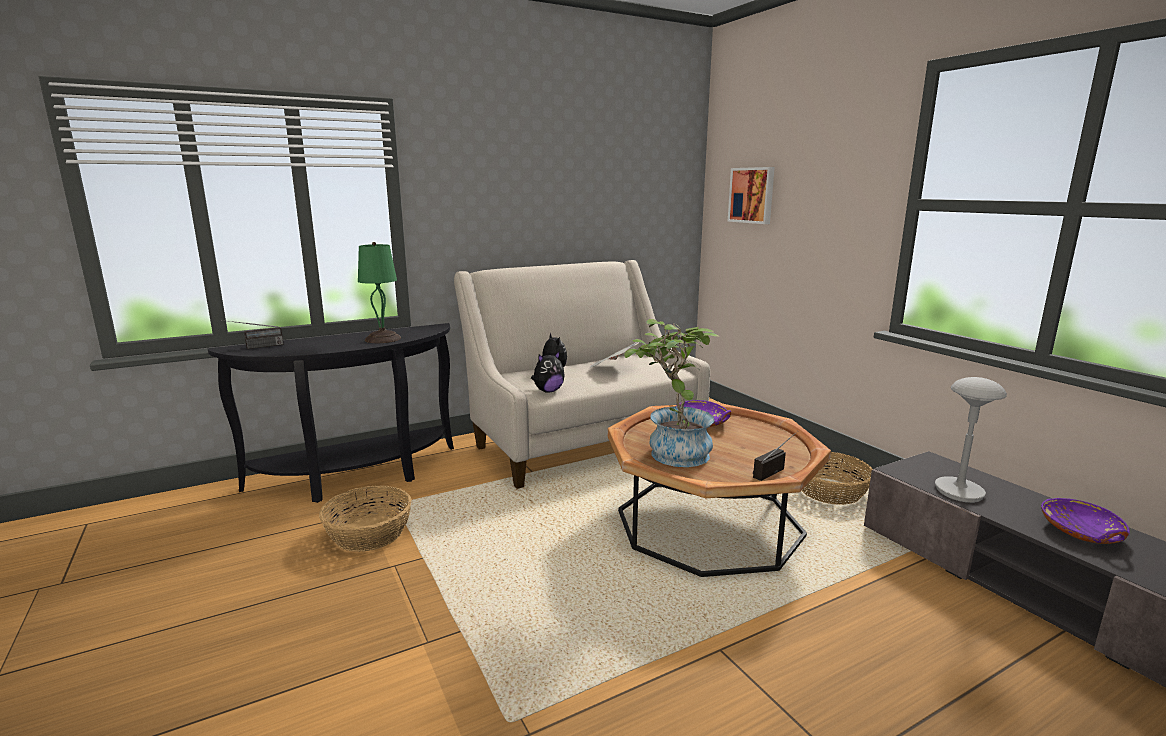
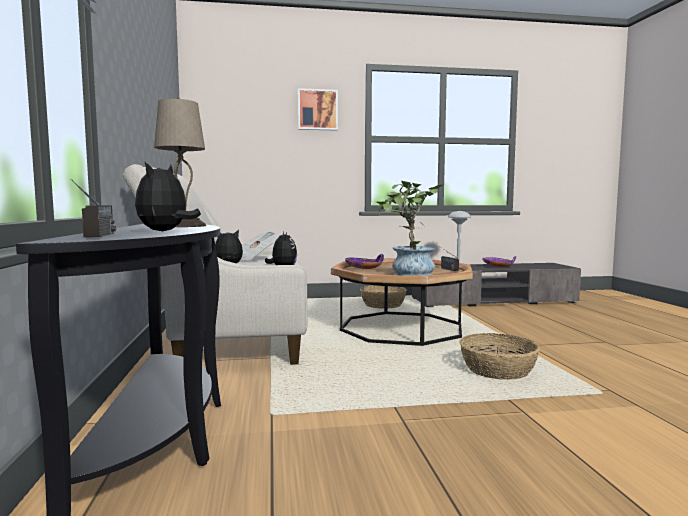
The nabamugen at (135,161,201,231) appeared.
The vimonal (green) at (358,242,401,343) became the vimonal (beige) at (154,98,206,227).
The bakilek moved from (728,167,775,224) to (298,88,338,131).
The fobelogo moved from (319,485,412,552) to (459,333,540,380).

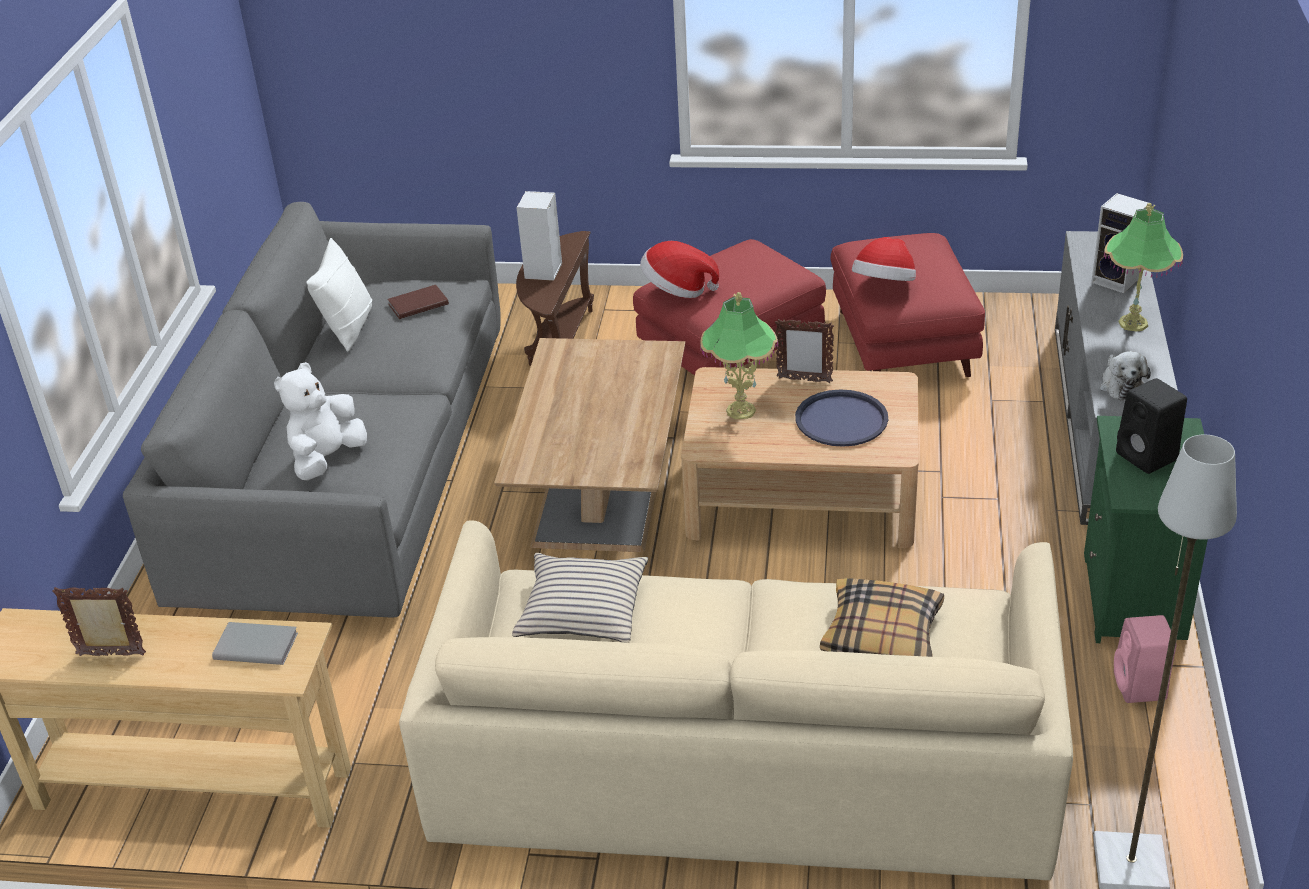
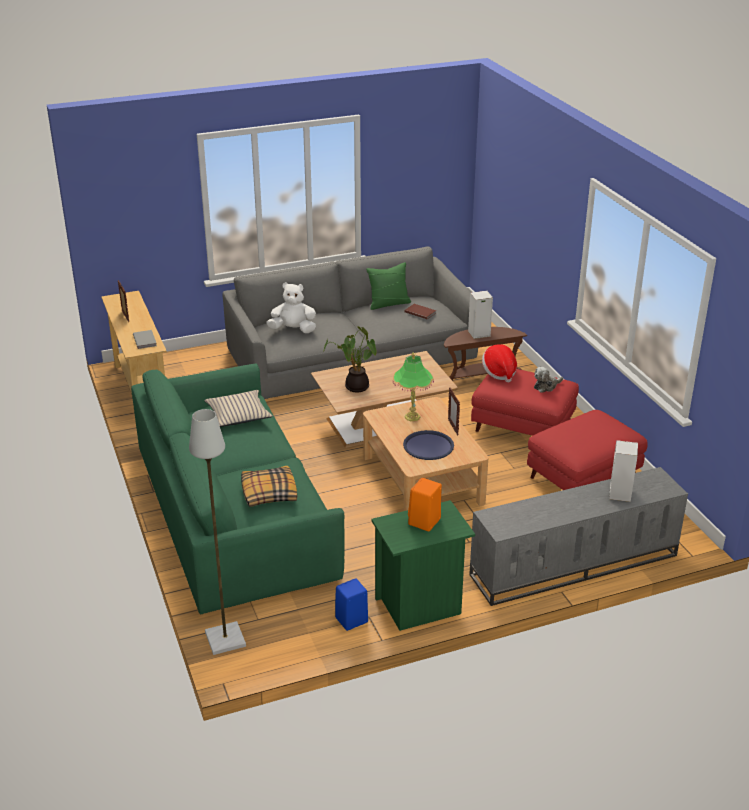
The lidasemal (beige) at (399,520,1073,880) became the lidasemal (green) at (131,364,345,614).
The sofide at (324,326,377,392) appeared.
The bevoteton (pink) at (1114,615,1177,703) became the bevoteton (blue) at (335,578,368,631).
The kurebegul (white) at (307,238,372,352) became the kurebegul (green) at (366,262,411,310).
The bevoteton (black) at (1116,378,1187,474) became the bevoteton (orange) at (408,478,442,531).
The nabamugen moved from (1100,351,1151,400) to (534,367,563,393).
The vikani at (852,237,916,281) disappeared.
The vimonal at (1104,203,1183,332) disappeared.

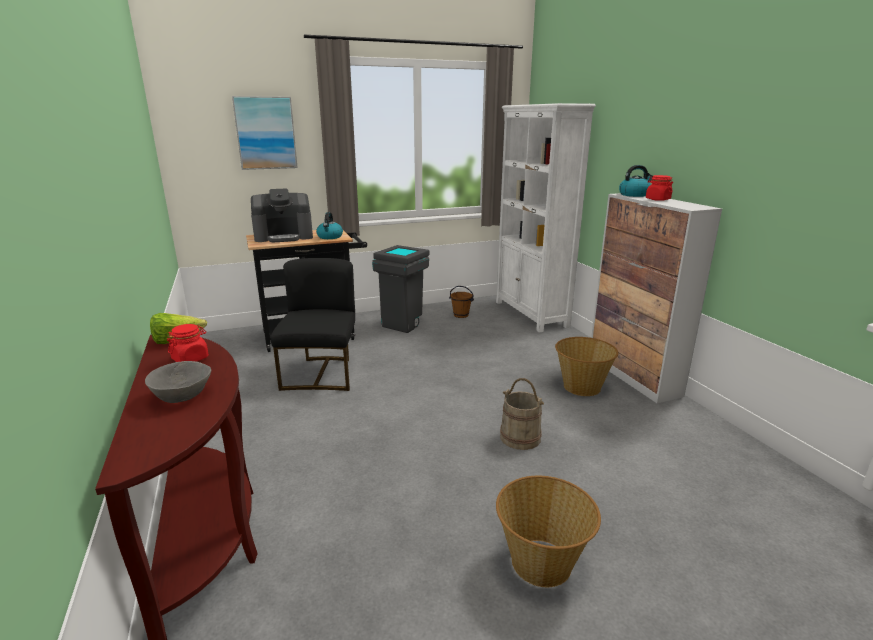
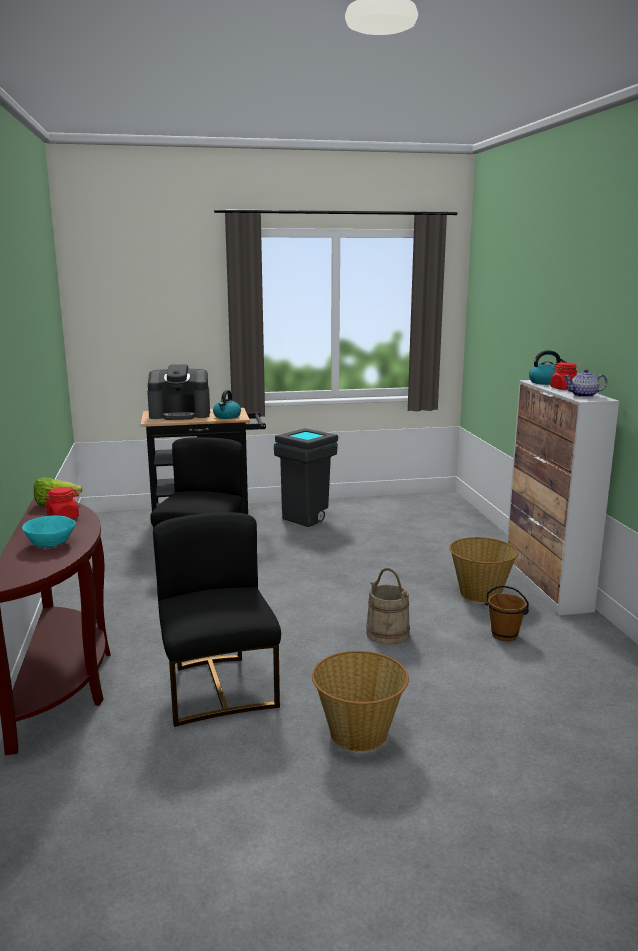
The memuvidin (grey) at (145,361,211,403) became the memuvidin (turquoise) at (22,515,76,548).
The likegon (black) at (153,512,281,727) appeared.
The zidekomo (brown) moved from (449,286,474,318) to (485,585,529,641).
The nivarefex at (564,369,607,397) appeared.
The bakilek at (232,96,298,170) disappeared.
The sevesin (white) at (496,103,596,333) disappeared.

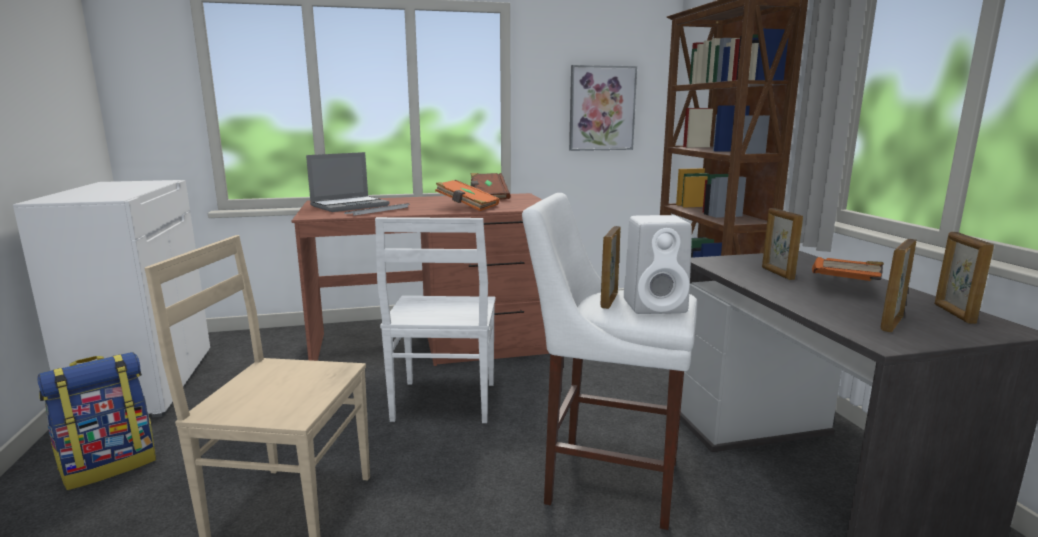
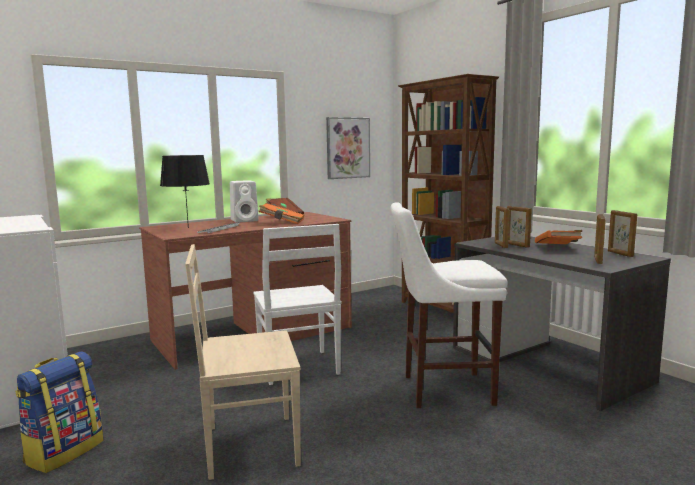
The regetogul at (306,152,390,212) was replaced by the vimonal (black) at (160,155,210,228).
The bevoteton (white) moved from (624,215,692,314) to (230,180,259,223).
The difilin moved from (601,226,621,309) to (495,206,509,248).

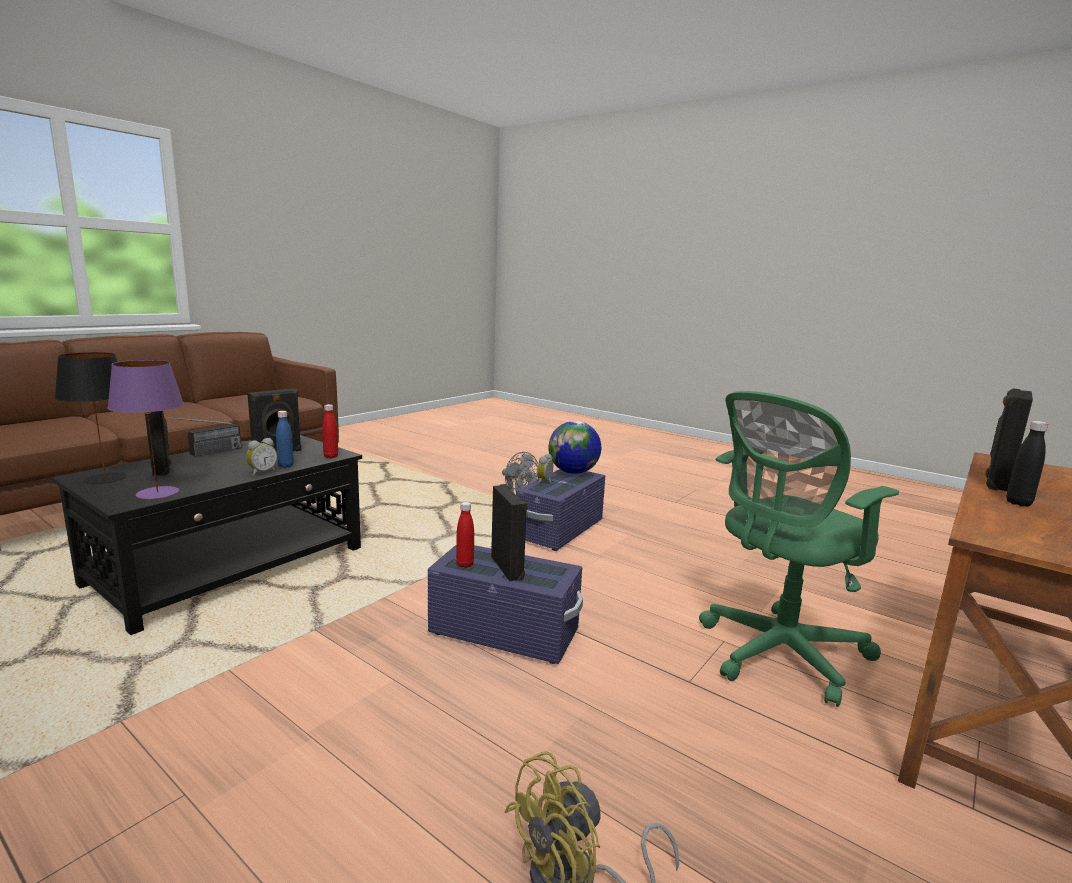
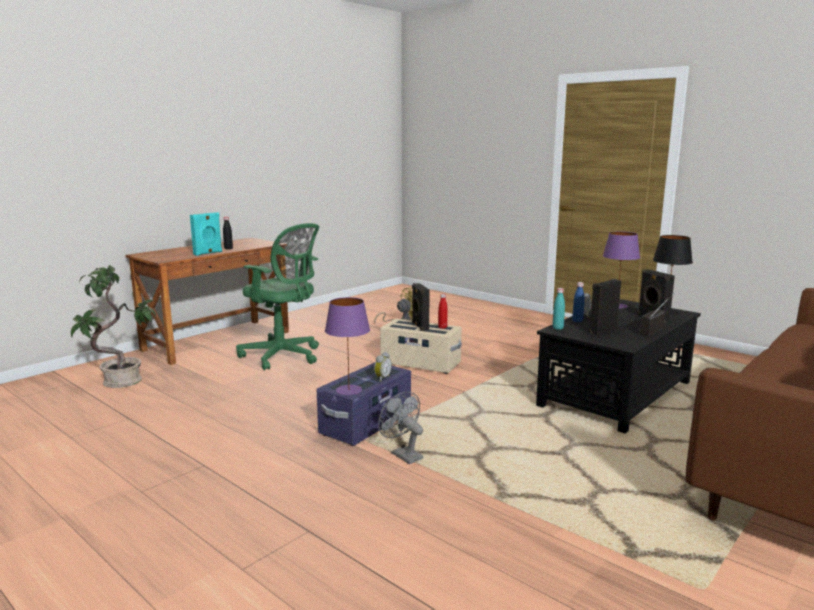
The sofide at (71,265,156,388) appeared.
The bevoteton (black) at (985,388,1033,491) became the bevoteton (turquoise) at (190,212,222,256).
The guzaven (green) at (699,391,899,707) turned 60 degrees clockwise.
The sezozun at (548,421,601,474) was replaced by the vimonal (purple) at (325,297,370,395).
The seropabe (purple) at (428,544,583,664) became the seropabe (beige) at (380,319,462,374).
The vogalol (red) at (322,404,338,458) became the vogalol (turquoise) at (553,288,565,330).

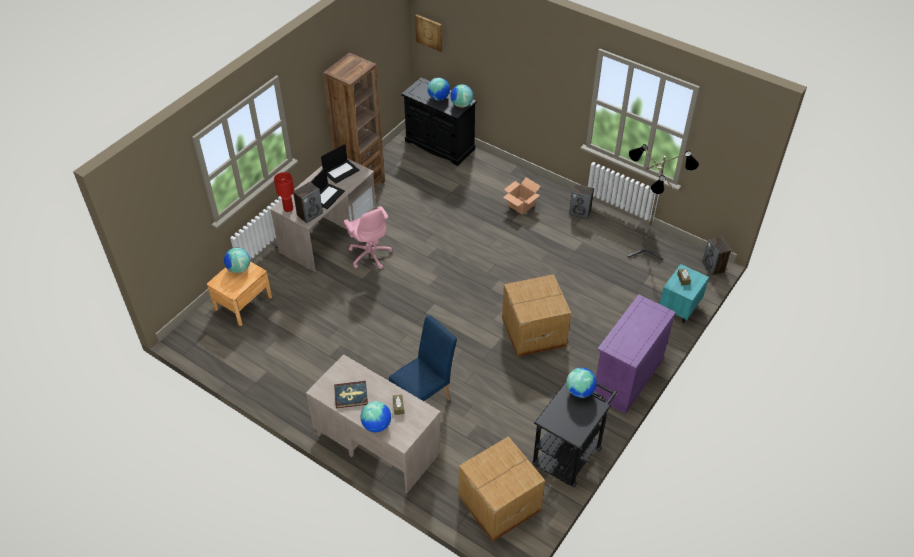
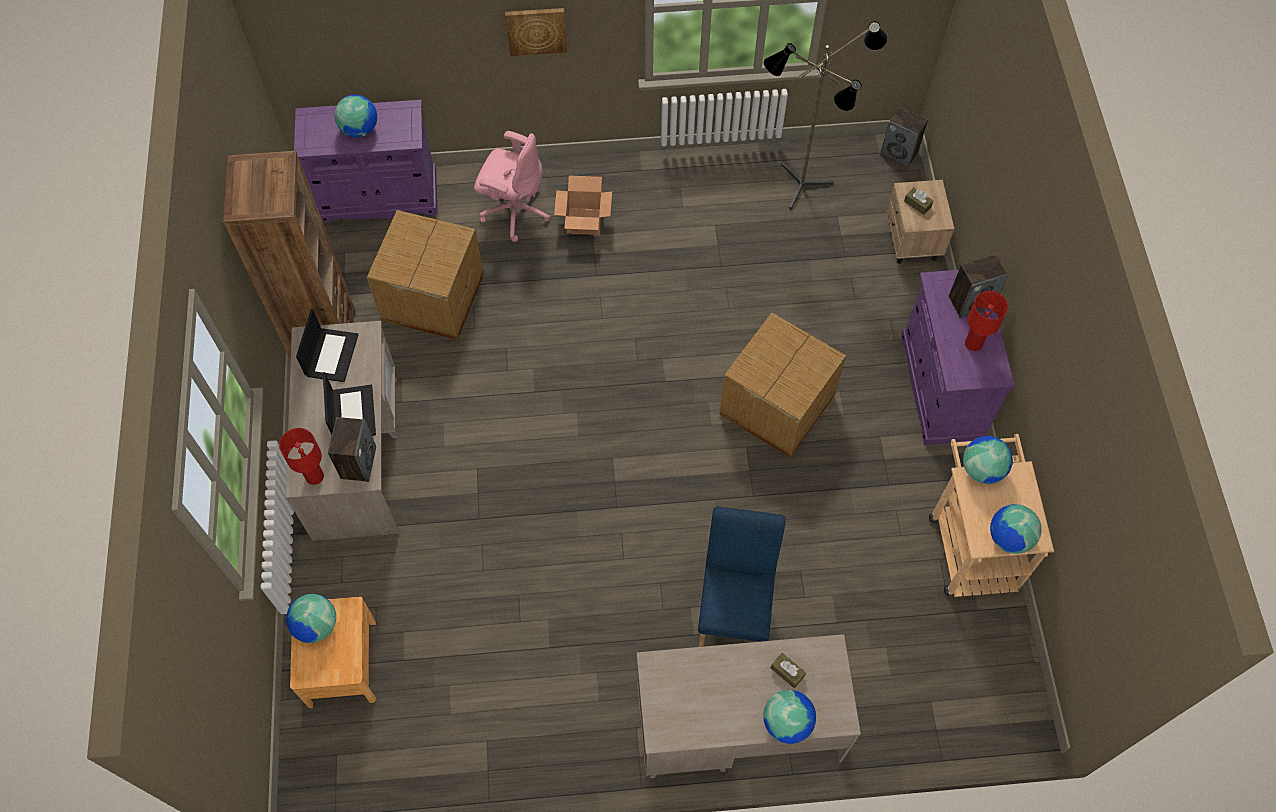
The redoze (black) at (401,77,477,166) became the redoze (purple) at (294,100,437,223).
The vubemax moved from (459,436,545,541) to (367,210,484,340).
The guzaven (pink) moved from (343,206,392,269) to (474,131,550,242).
The bakilek moved from (415,14,442,52) to (505,8,567,56).
The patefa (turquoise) at (660,264,709,323) became the patefa (beige) at (886,180,954,264).
The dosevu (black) at (532,382,617,488) became the dosevu (beige) at (929,434,1054,597).
The bevoteton moved from (569,184,594,219) to (949,254,1008,318).
The vimonal (red) at (965,291,1008,351) appeared.
The sezozun moved from (451,84,473,108) to (990,504,1041,554).
The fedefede at (334,381,368,408) disappeared.

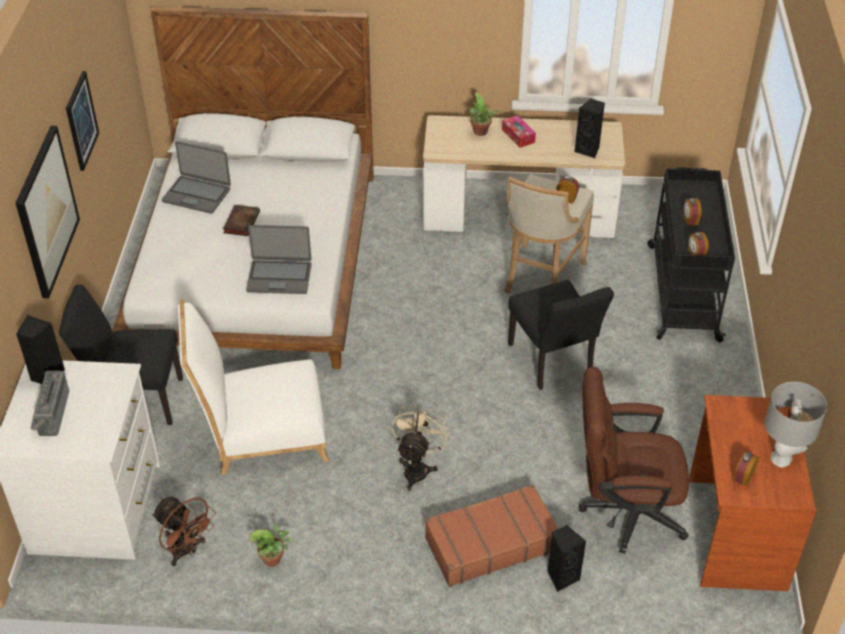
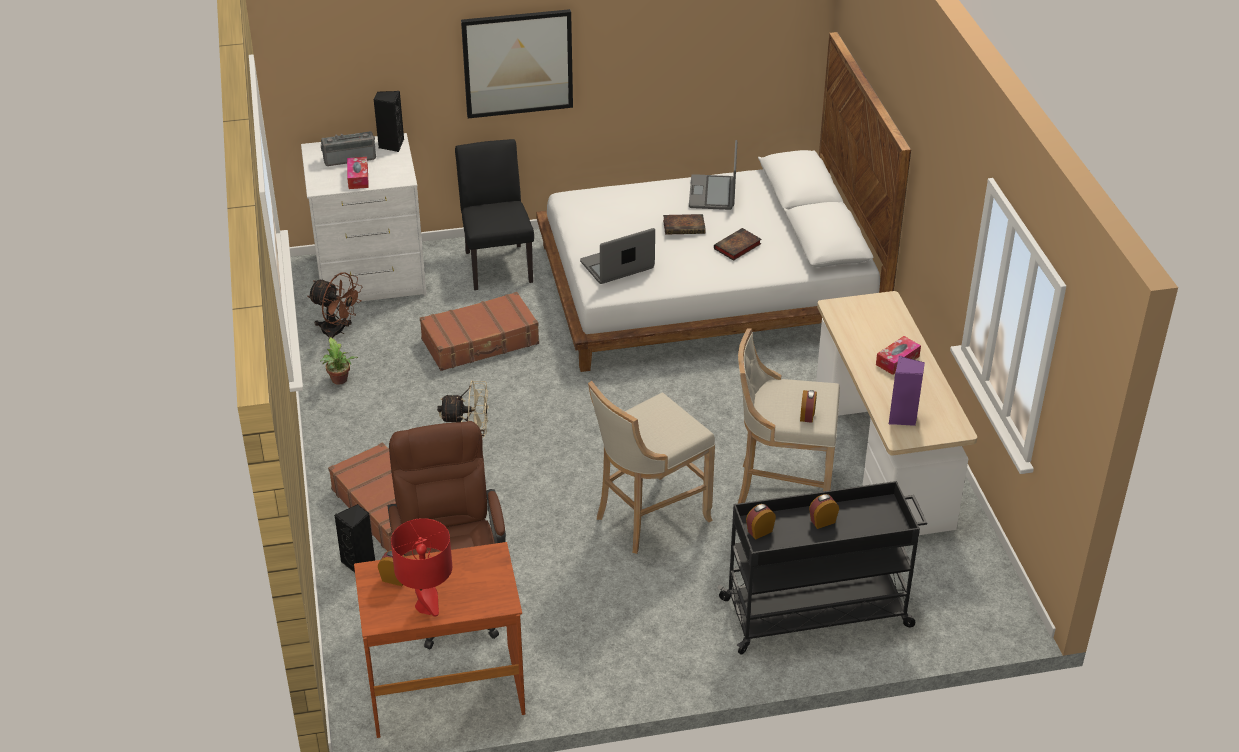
The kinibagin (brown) at (152,497,216,566) turned 90 degrees counterclockwise.
The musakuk at (347,157,369,189) appeared.
The vimonal (grey) at (765,382,827,468) became the vimonal (red) at (391,518,452,617).
The likegon (white) at (178,299,329,475) was replaced by the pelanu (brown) at (420,292,539,371).
The regetogul at (246,225,311,294) turned 75 degrees clockwise.
The likegon (black) at (508,280,614,390) was replaced by the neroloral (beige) at (588,381,715,554).
The fedefede at (714,228,761,261) appeared.
The bevoteton (black) at (574,99,605,158) became the bevoteton (purple) at (889,356,925,426).
The bakilek at (66,71,99,171) disappeared.
The sofide at (469,92,500,136) disappeared.

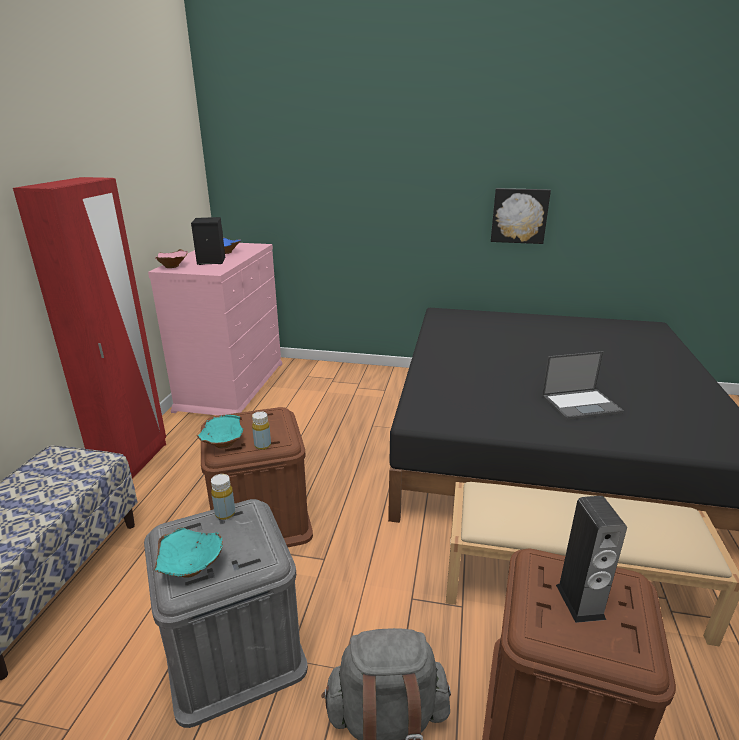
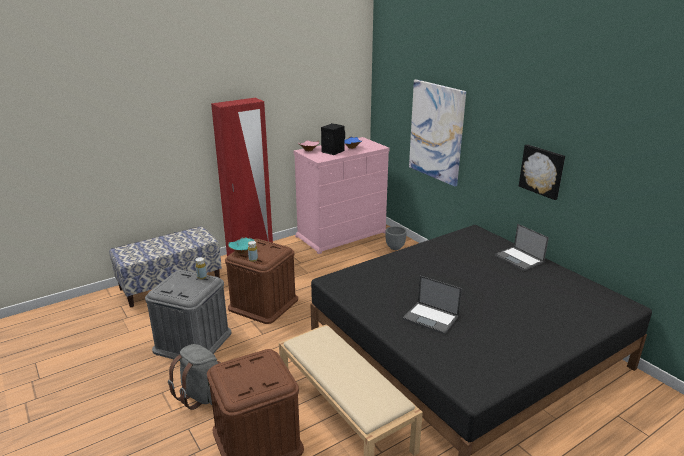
The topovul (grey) at (385,226,407,250) appeared.
The bakilek at (409,79,466,186) appeared.
The regetogul at (495,224,549,271) appeared.
The memuvidin (turquoise) at (154,527,223,577) disappeared.
The bevoteton at (556,496,627,623) disappeared.

